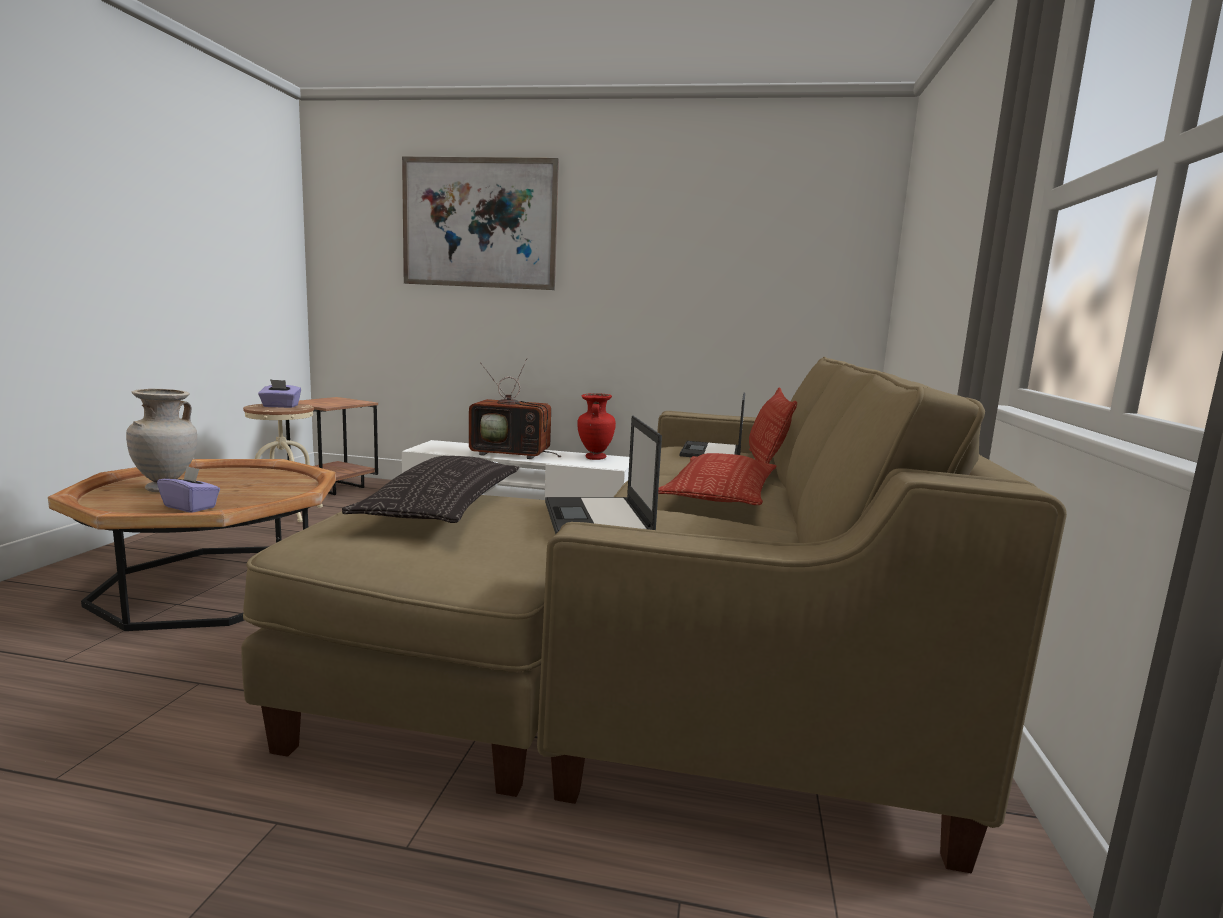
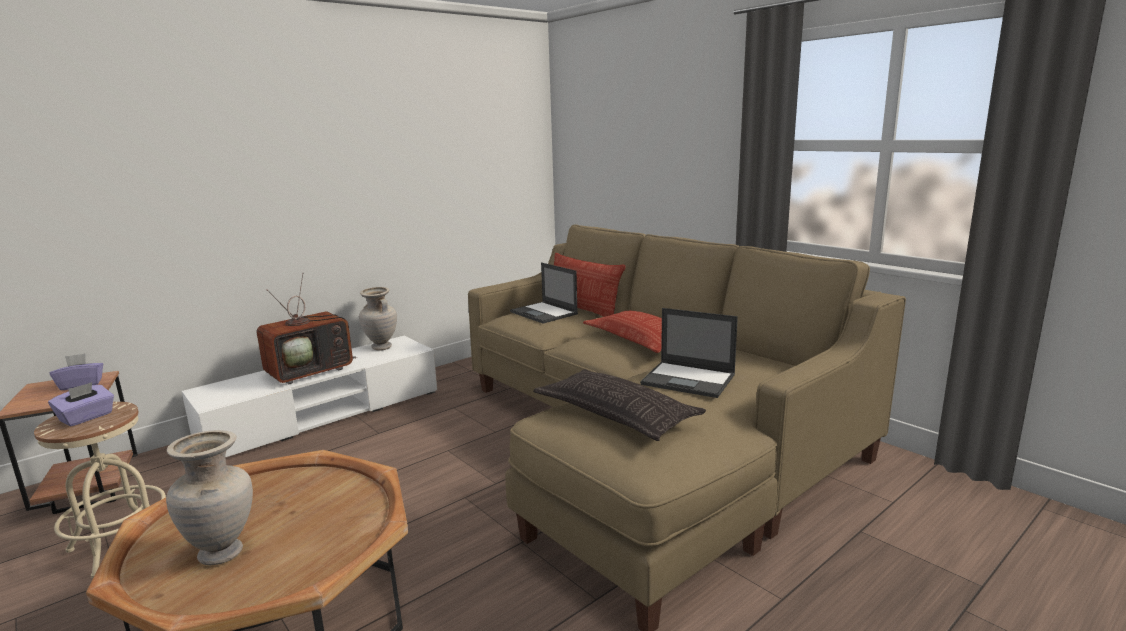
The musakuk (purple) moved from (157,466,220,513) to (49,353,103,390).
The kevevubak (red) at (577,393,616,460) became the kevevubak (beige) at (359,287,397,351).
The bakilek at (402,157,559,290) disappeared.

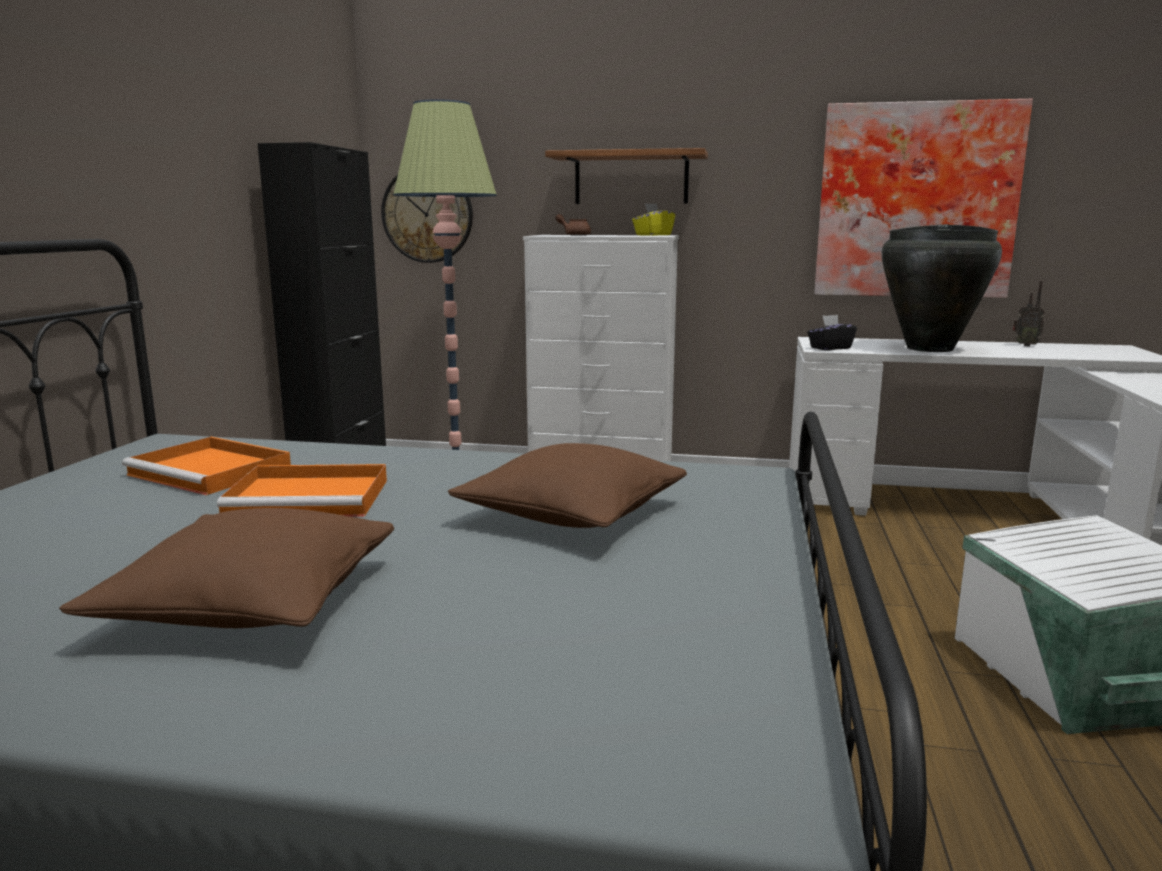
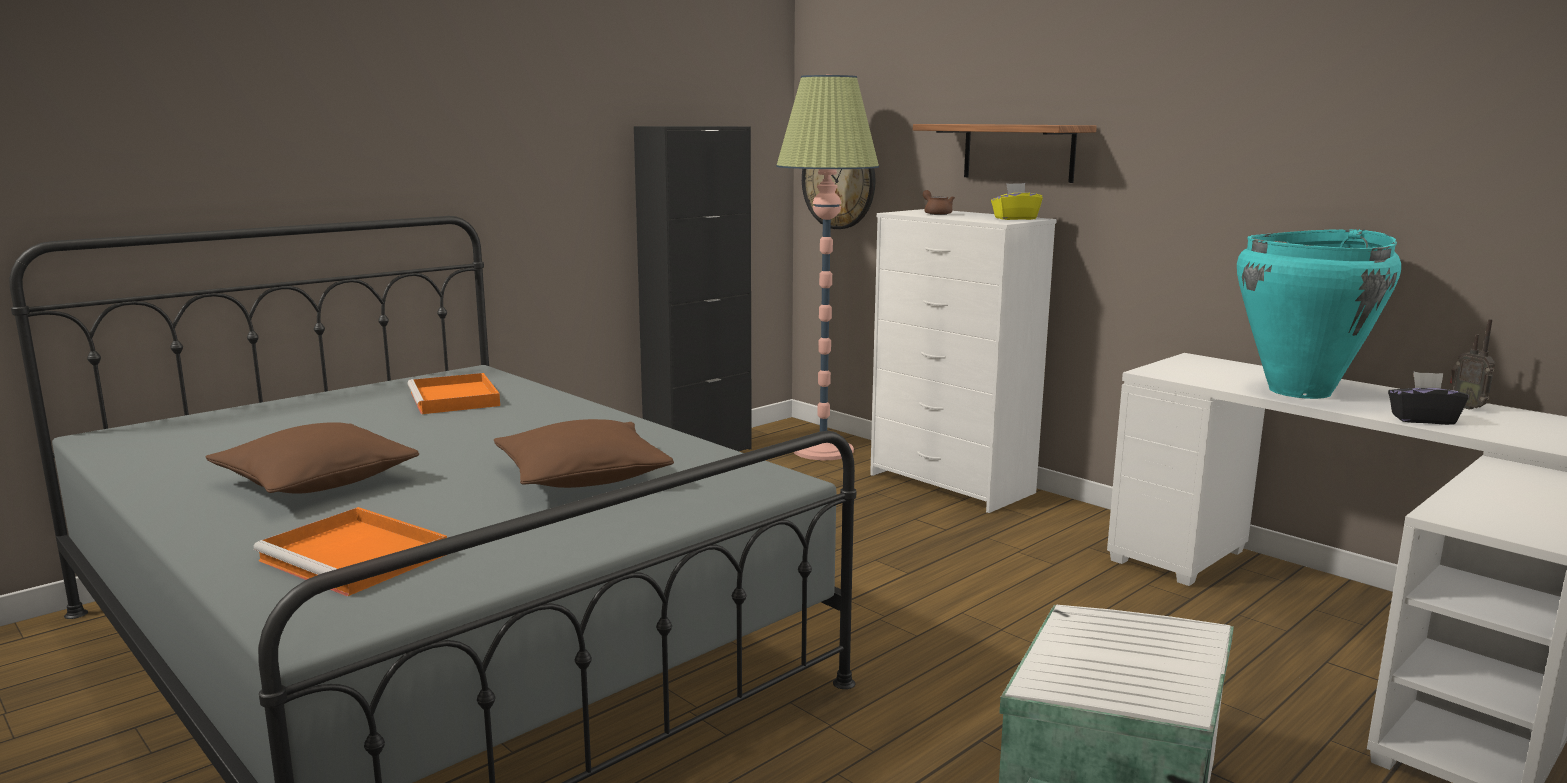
The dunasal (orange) moved from (217,464,387,517) to (253,507,447,597).
The kevevubak (black) at (882,224,1002,352) became the kevevubak (turquoise) at (1237,229,1401,399).
The musakuk (black) moved from (807,315,857,350) to (1388,372,1469,425).
The bakilek at (814,99,1033,298) disappeared.

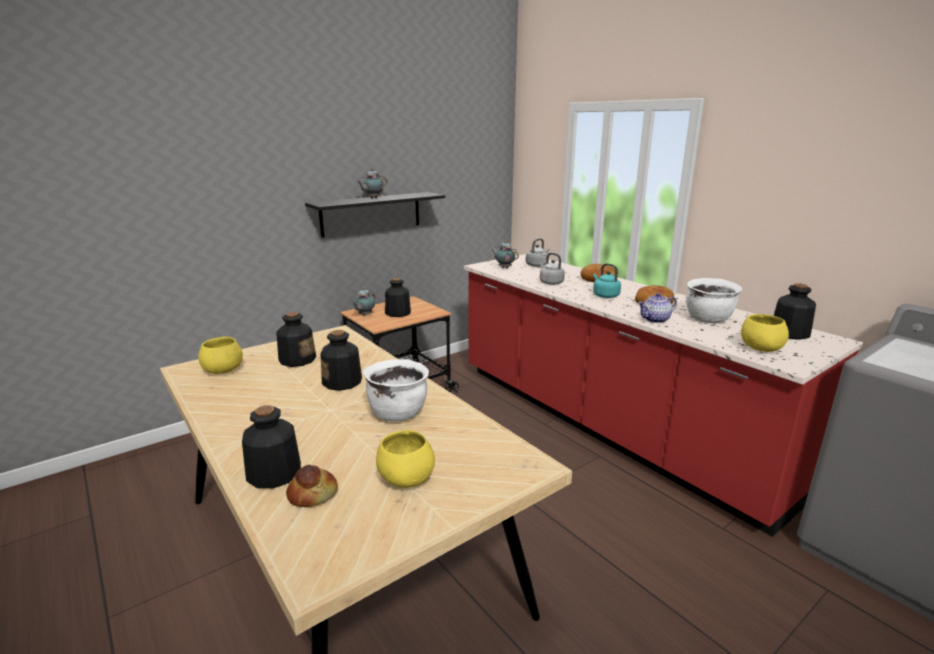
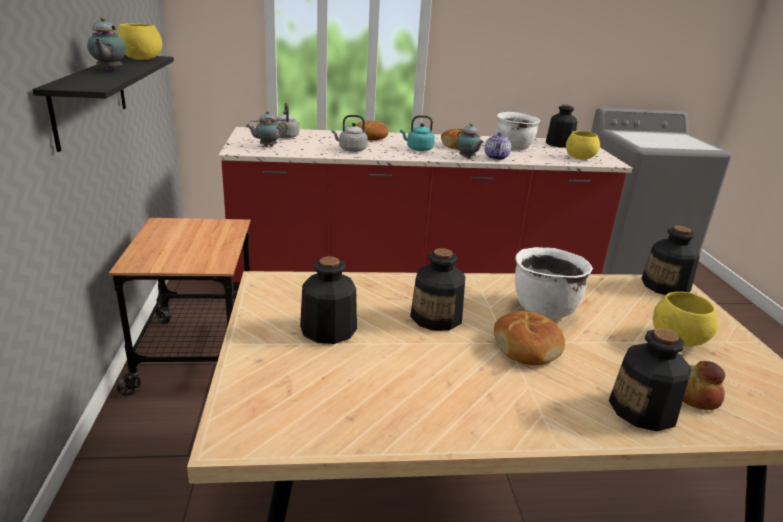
The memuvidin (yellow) moved from (198,337,243,374) to (117,23,162,60).
The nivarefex moved from (352,288,375,316) to (456,123,484,159).
The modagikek at (494,311,565,365) appeared.
The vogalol moved from (385,278,411,317) to (641,226,700,295).

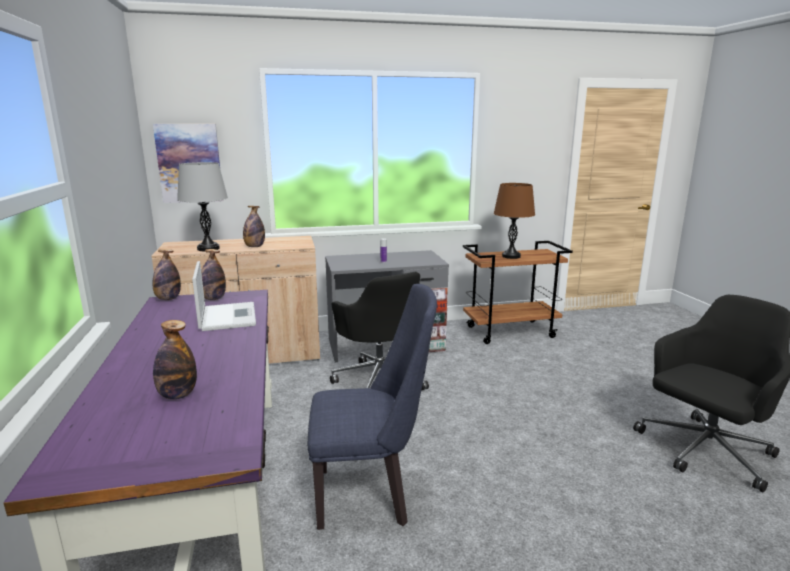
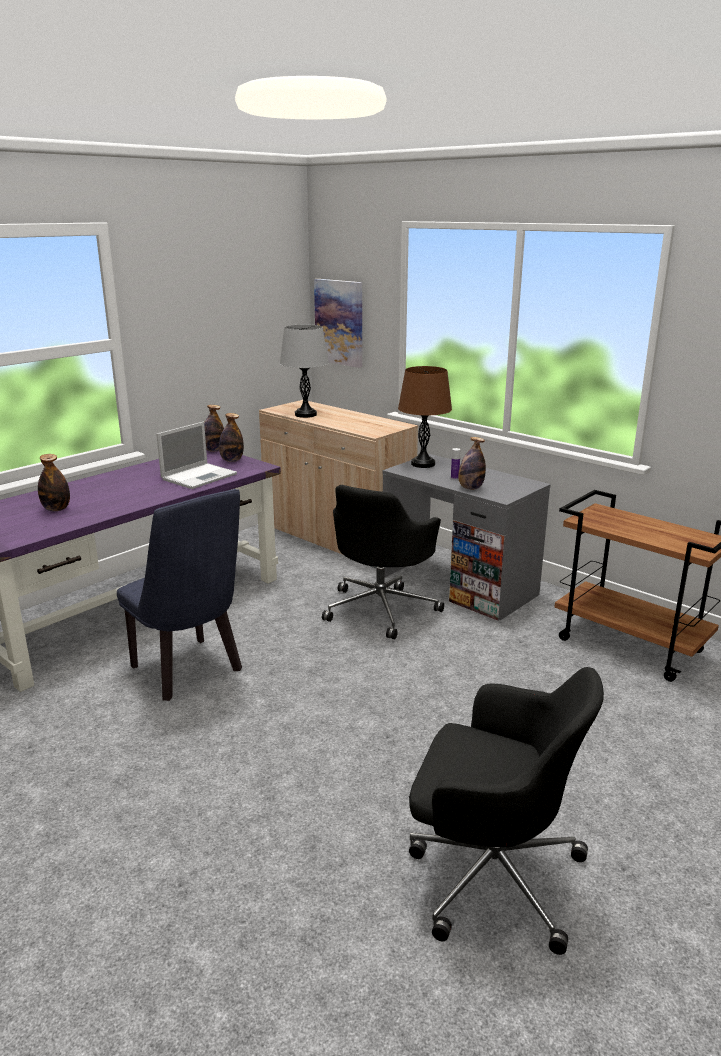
The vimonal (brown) moved from (494,183,535,259) to (398,366,452,468).
The vogalol moved from (243,206,265,247) to (458,437,486,490).

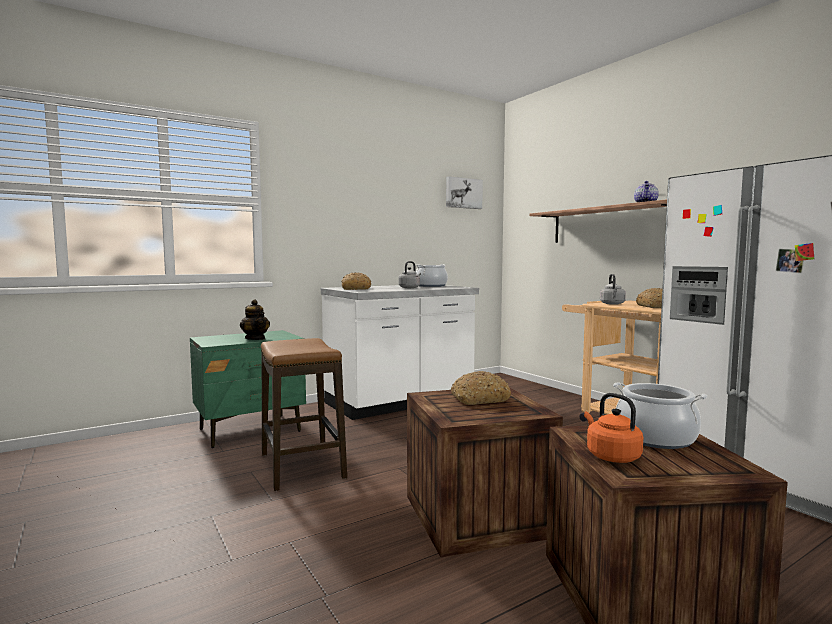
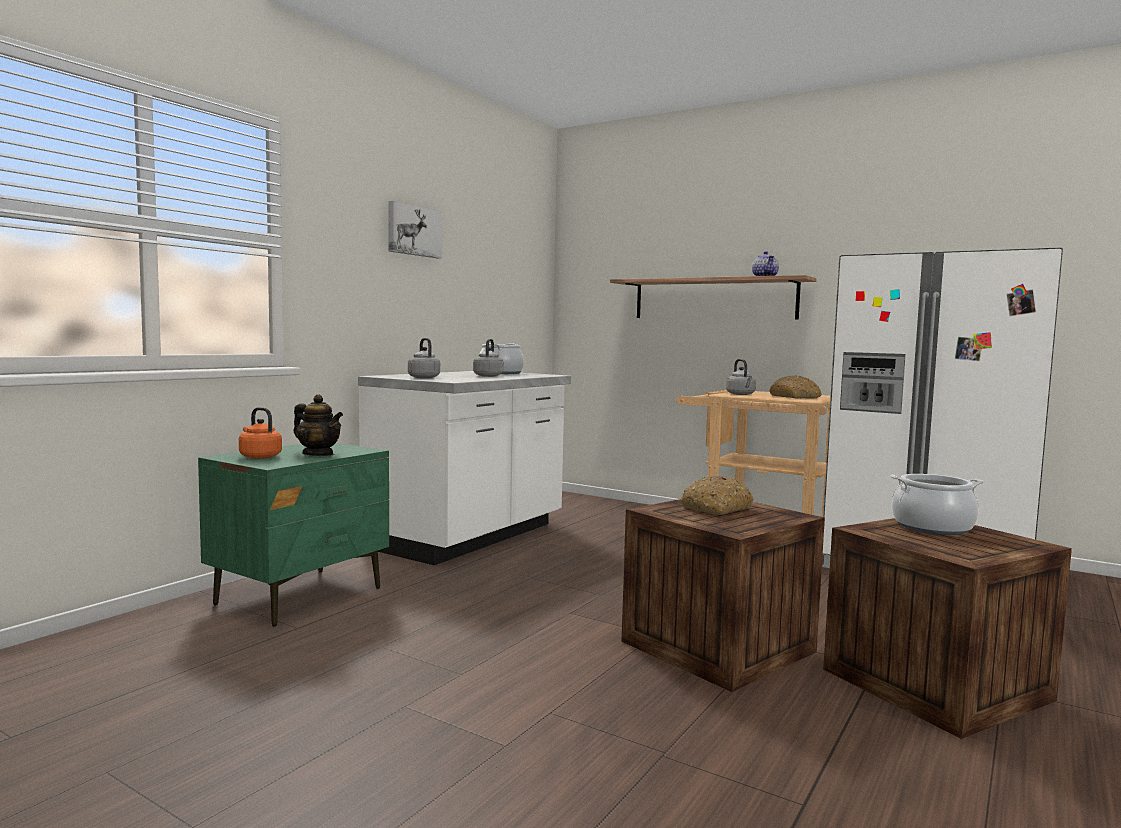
The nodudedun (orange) moved from (584,393,643,463) to (239,407,282,459).
The bakilek moved from (446,176,483,209) to (388,201,442,258).
The modagikek at (341,272,371,290) was replaced by the nodudedun (grey) at (408,338,440,378).
The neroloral at (261,338,347,491) disappeared.

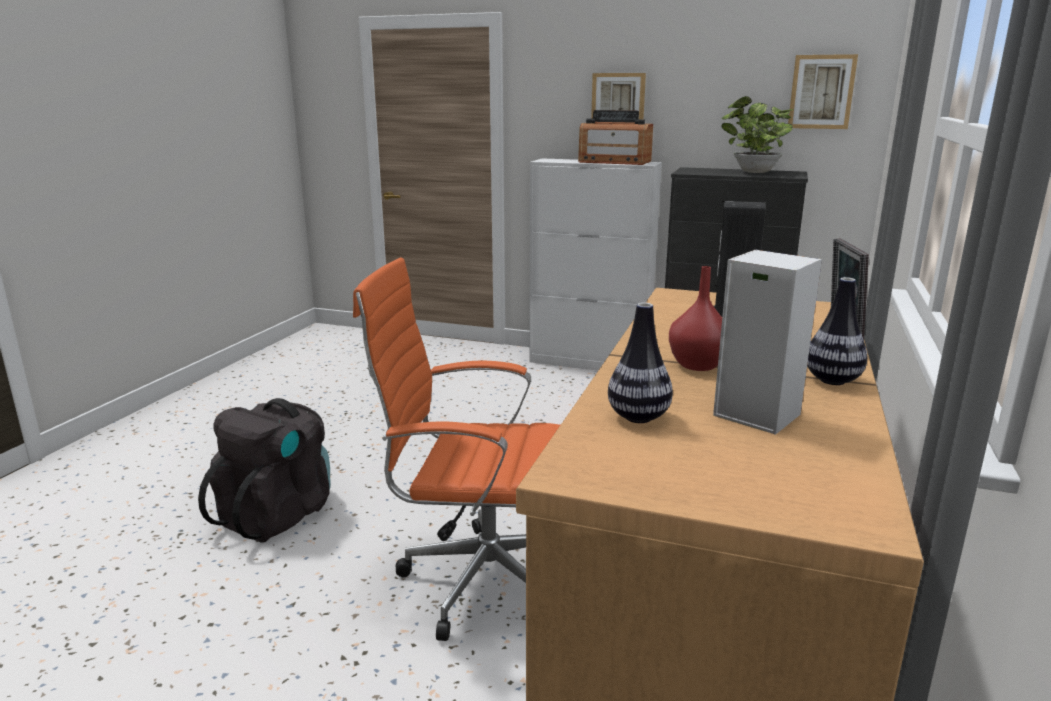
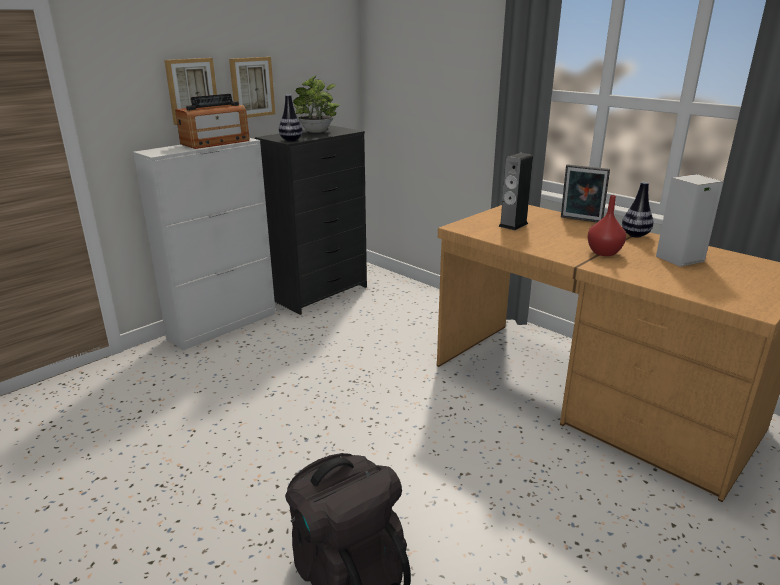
The bakilek moved from (788,54,858,129) to (229,57,275,118).
The kevevubak moved from (608,302,673,423) to (279,95,303,142).
The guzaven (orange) at (353,257,560,641) disappeared.

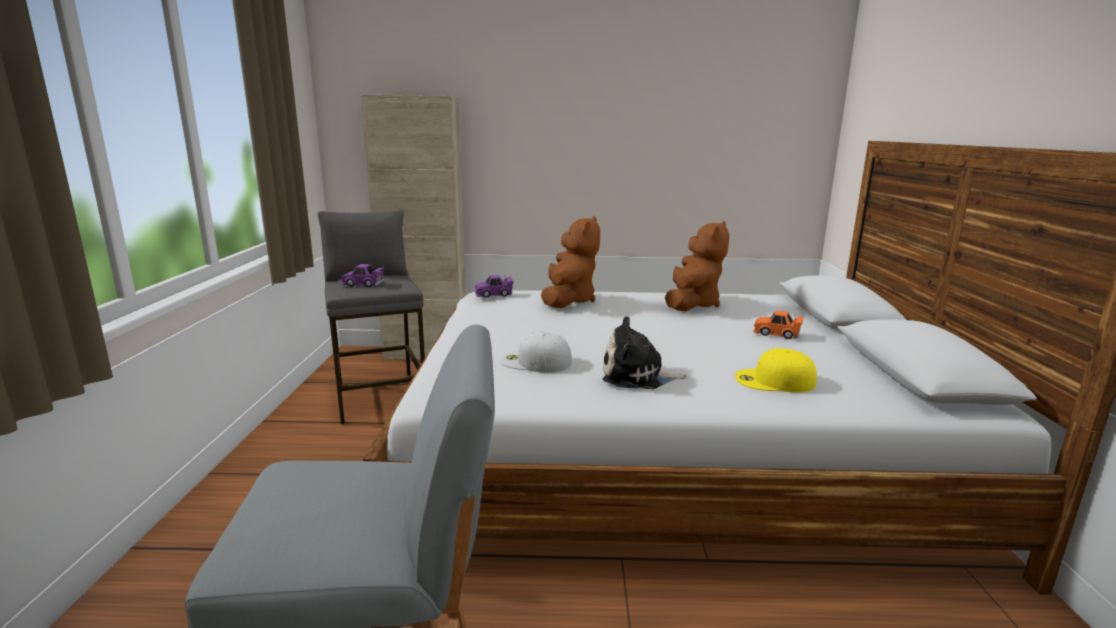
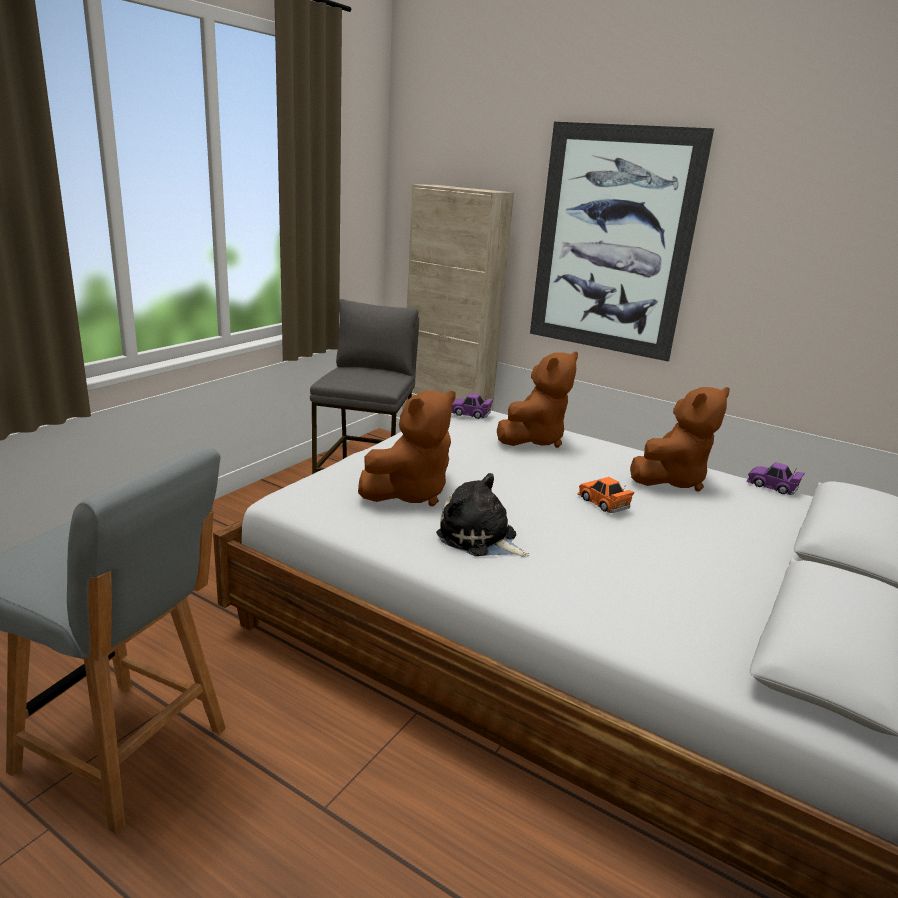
The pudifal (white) at (501,332,572,373) was replaced by the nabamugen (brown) at (358,391,456,506).
The bakilek at (530,122,714,362) appeared.
The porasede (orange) moved from (753,311,804,339) to (577,477,634,513).
The porasede (purple) moved from (341,264,384,287) to (747,462,805,495).
The pudifal (yellow) at (735,348,817,393) disappeared.

